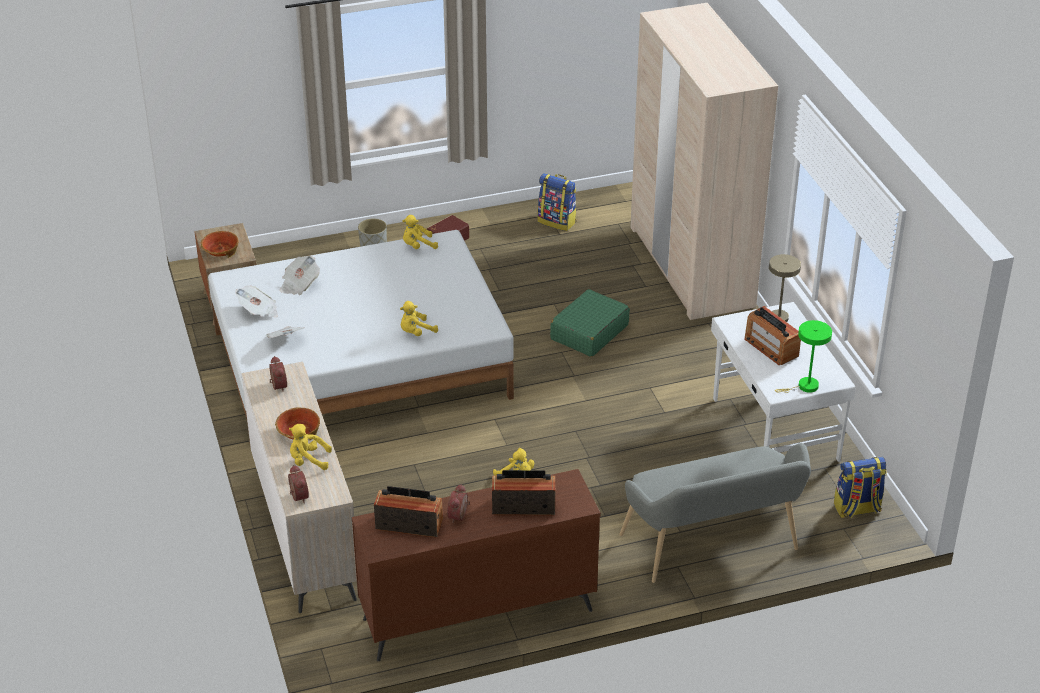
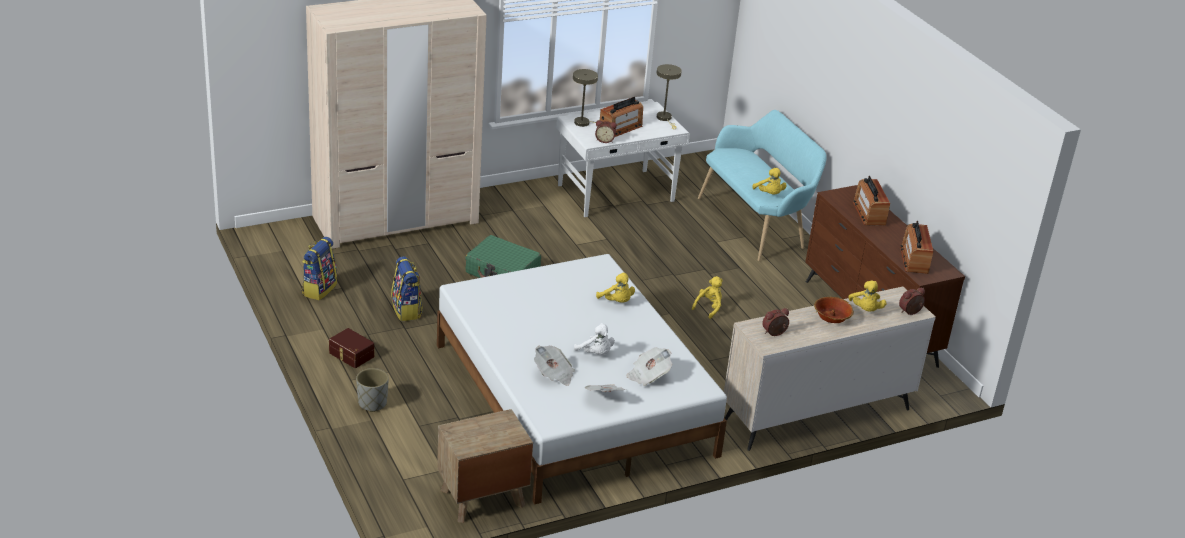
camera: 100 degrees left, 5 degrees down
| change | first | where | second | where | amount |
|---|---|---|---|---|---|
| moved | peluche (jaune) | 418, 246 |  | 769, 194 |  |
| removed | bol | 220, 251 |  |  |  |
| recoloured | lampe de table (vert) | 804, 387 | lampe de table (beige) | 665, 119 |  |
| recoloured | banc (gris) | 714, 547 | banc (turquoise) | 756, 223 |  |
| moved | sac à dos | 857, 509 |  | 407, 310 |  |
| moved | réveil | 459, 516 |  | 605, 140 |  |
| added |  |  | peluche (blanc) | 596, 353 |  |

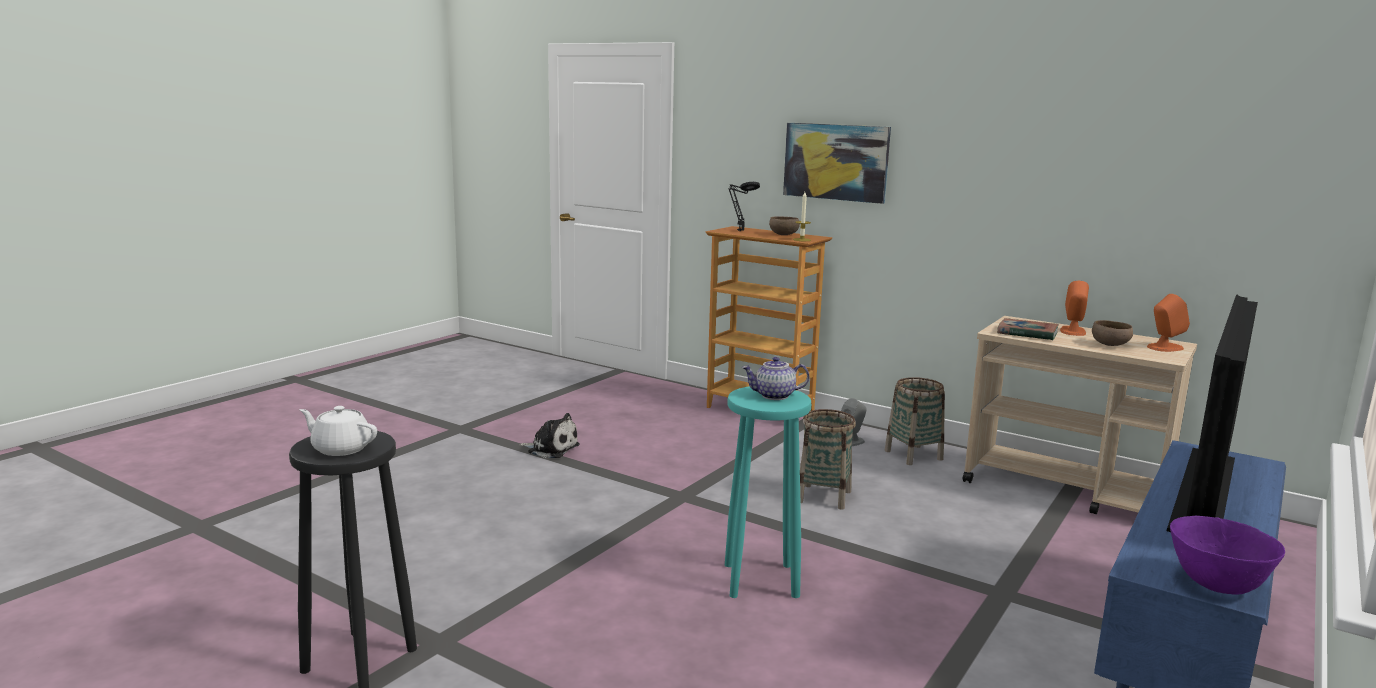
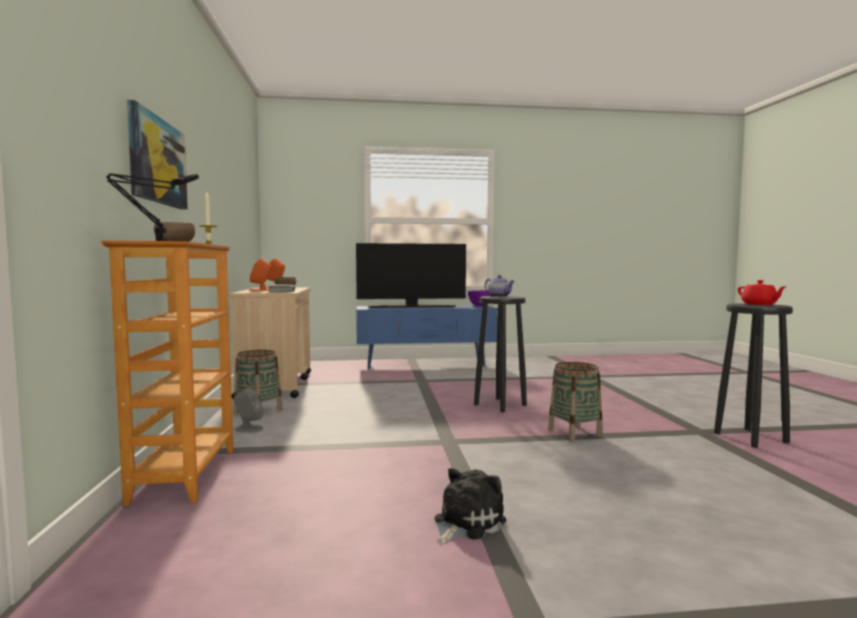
camera: 130 degrees left, 10 degrees down
| change | first | where | second | where | amount |
|---|---|---|---|---|---|
| recoloured | tabouret (turquoise) | 761, 581 | tabouret (noir) | 500, 405 |  |
| recoloured | théière (blanc) | 341, 448 | théière (rouge) | 759, 304 |  |
| moved | panier | 823, 496 |  | 574, 433 |  |
| turned | peluche | 551, 449 |  | 466, 523 | 60 degrees clockwise |

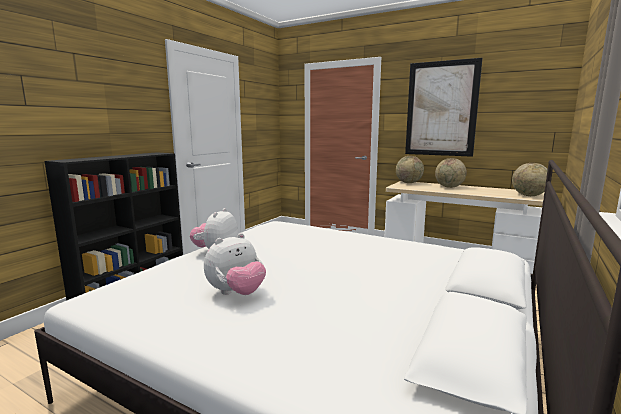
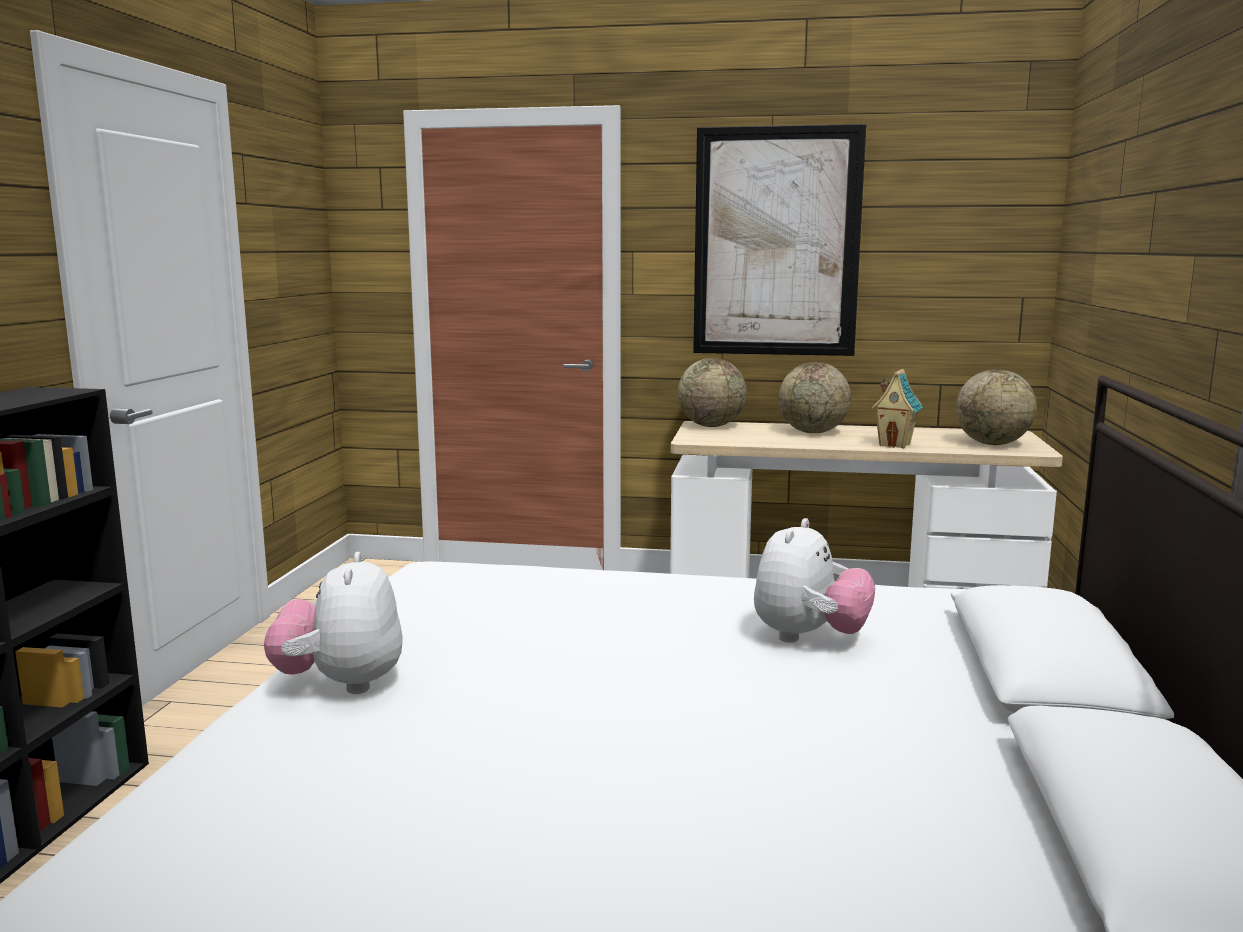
camera: 20 degrees left, 0 degrees up
| change | first | where | second | where | amount |
|---|---|---|---|---|---|
| moved | peluche | 236, 293 |  | 808, 637 |  |
| added |  |  | maison miniature | 895, 445 |  |

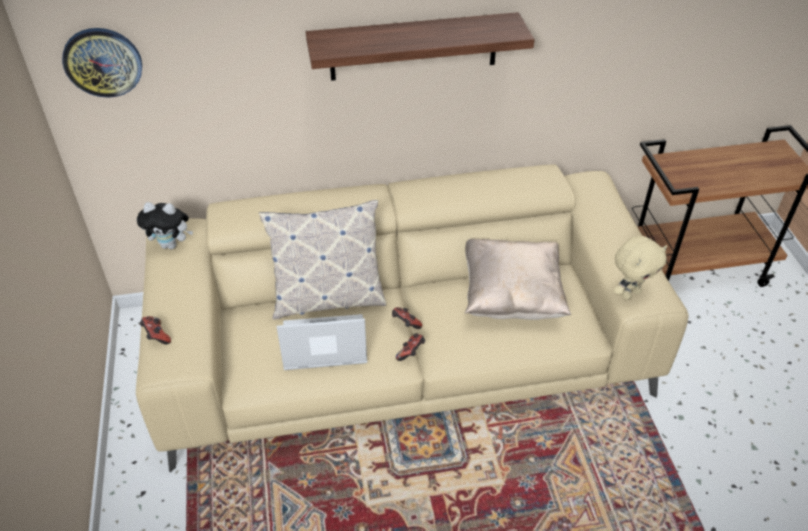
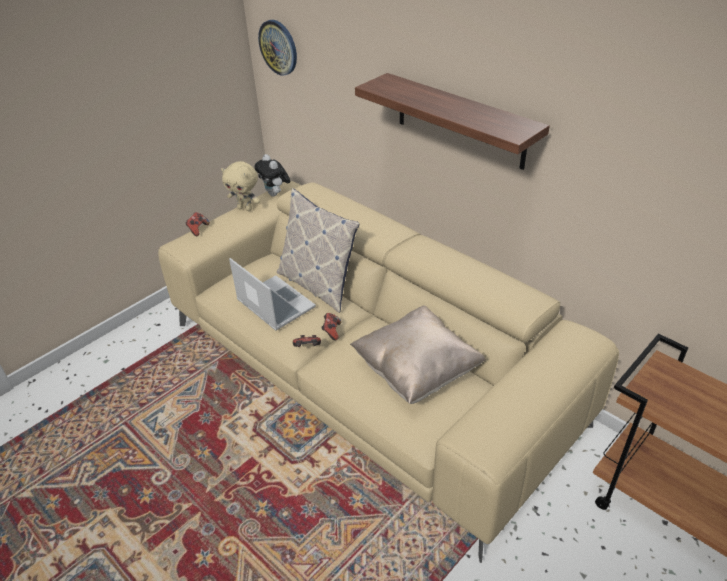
camera: 55 degrees right, 5 degrees down
| change | first | where | second | where | amount |
|---|---|---|---|---|---|
| moved | peluche (beige) | 630, 293 |  | 245, 208 |  |

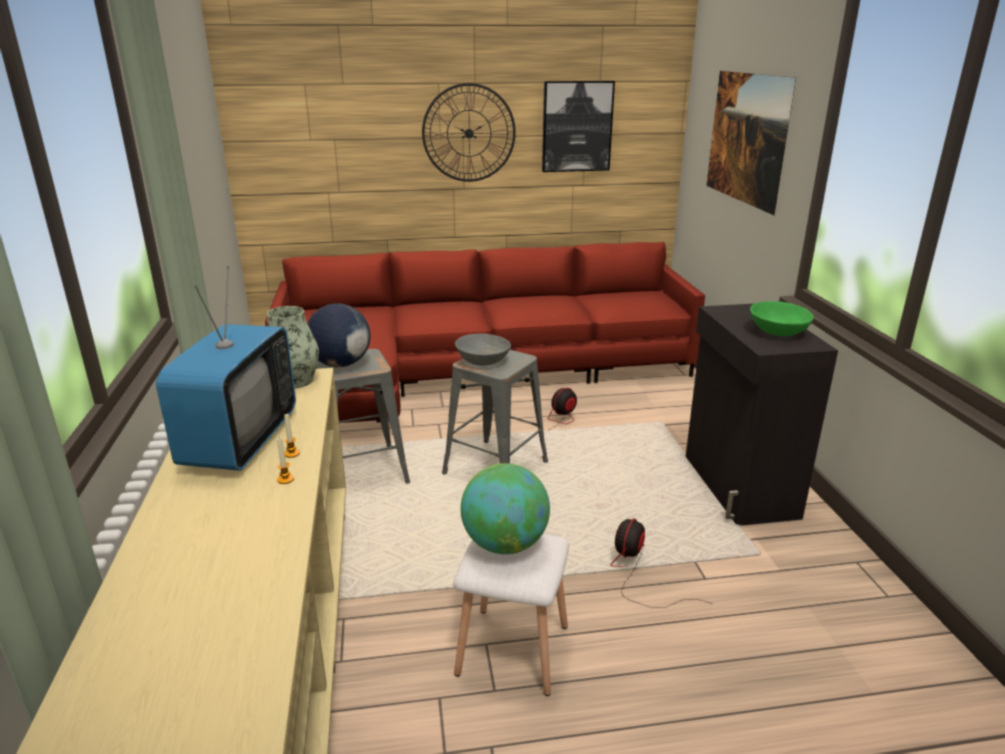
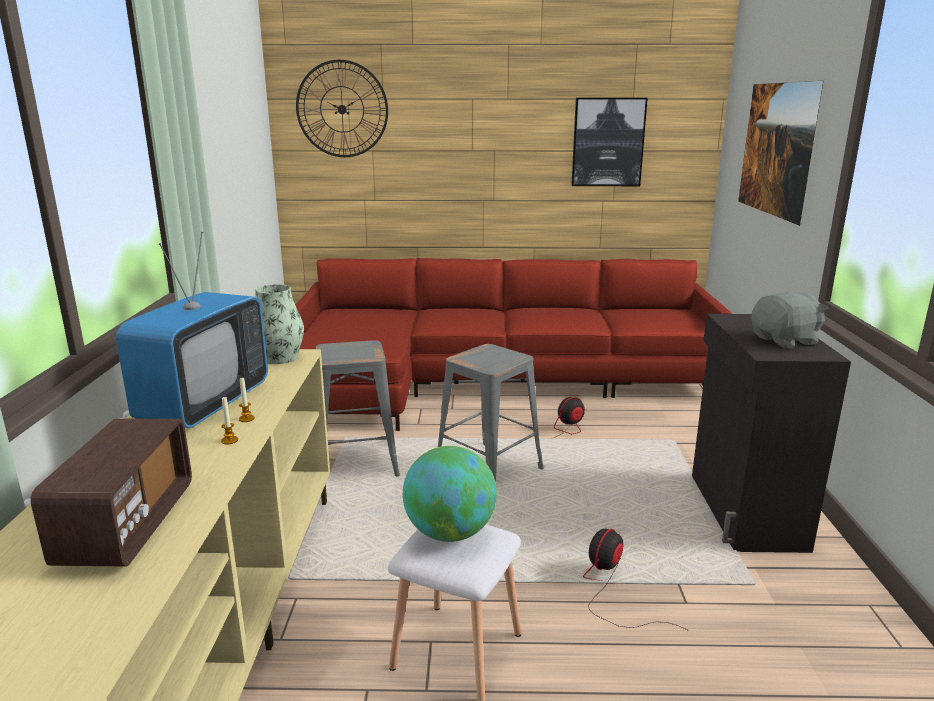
camera: 10 degrees right, 5 degrees down
| change | first | where | second | where | amount |
|---|---|---|---|---|---|
| moved | horloge murale | 469, 133 |  | 342, 109 |  |
| replaced | bol (vert) | 777, 332 | peluche (gris) | 785, 340 |  |
| removed | globe | 340, 364 |  |  |  |
| removed | bol (gris) | 482, 361 |  |  |  |
| added |  |  | radio | 128, 526 |  |

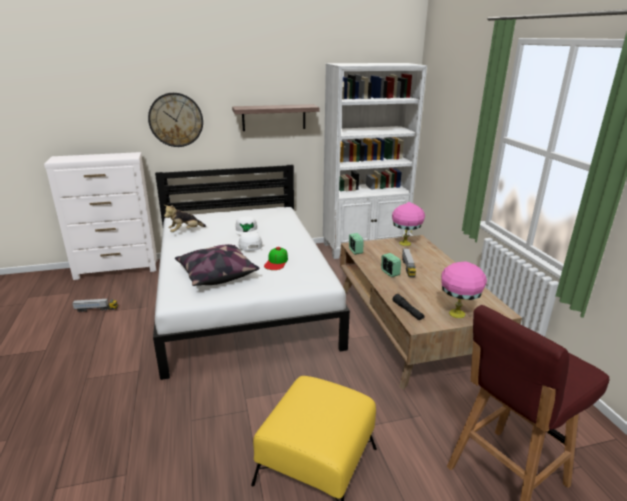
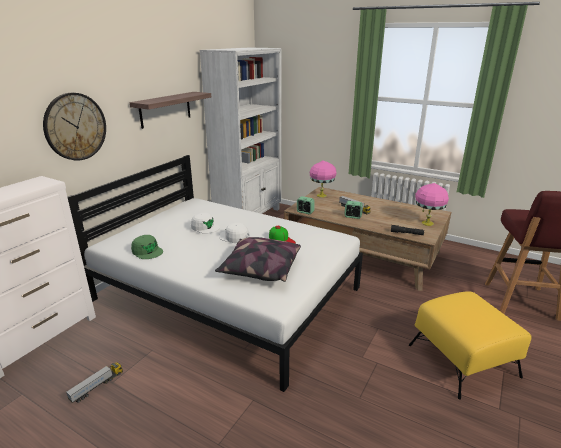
camera: 45 degrees left, 0 degrees up
| change | first | where | second | where | amount |
|---|---|---|---|---|---|
| replaced | peluche | 185, 231 | casquette (vert) | 147, 251 |  |

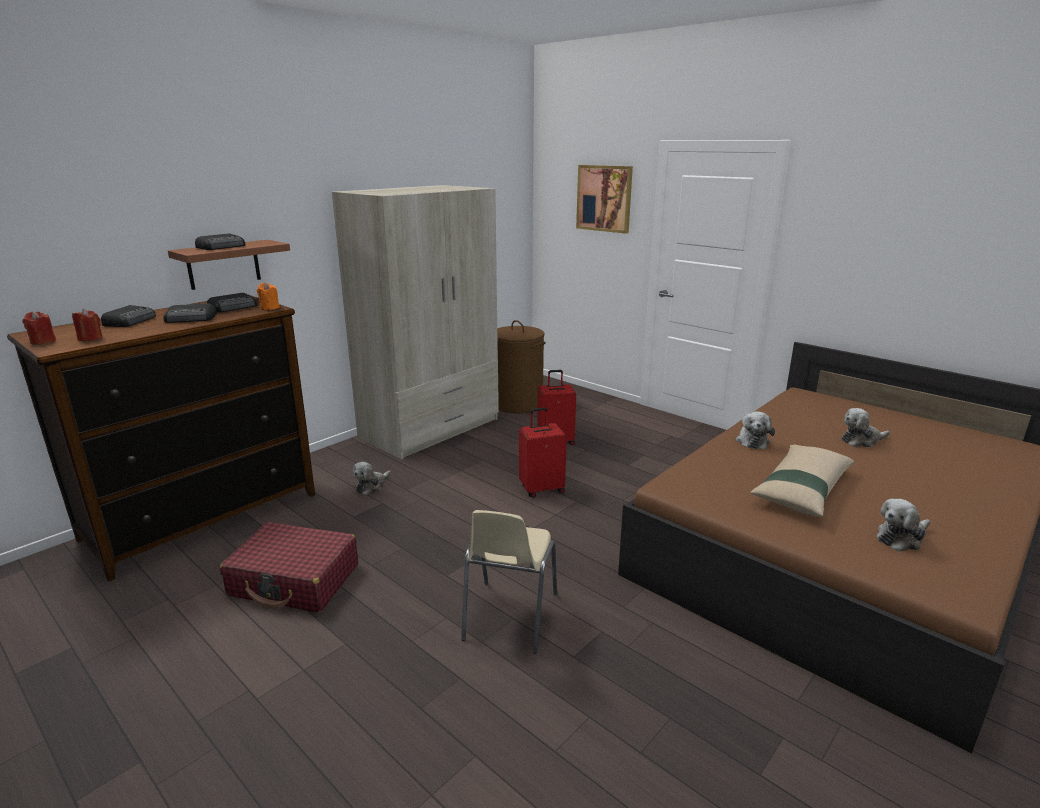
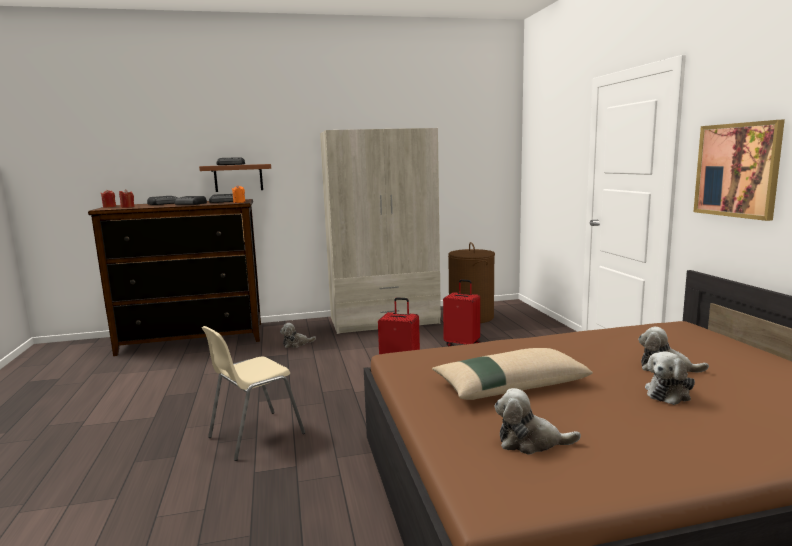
camera: 35 degrees right, 10 degrees down
| change | first | where | second | where | amount |
|---|---|---|---|---|---|
| moved | tableau | 604, 198 |  | 737, 170 |  |
| moved | peluche | 752, 440 |  | 669, 393 |  |
| removed | valise (rouge) | 295, 580 |  |  |  |

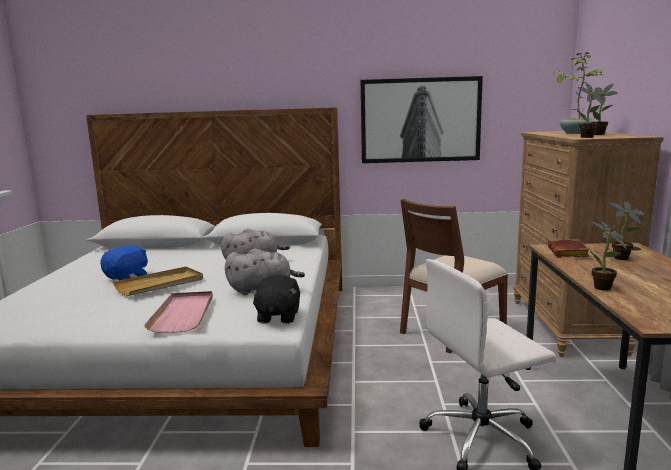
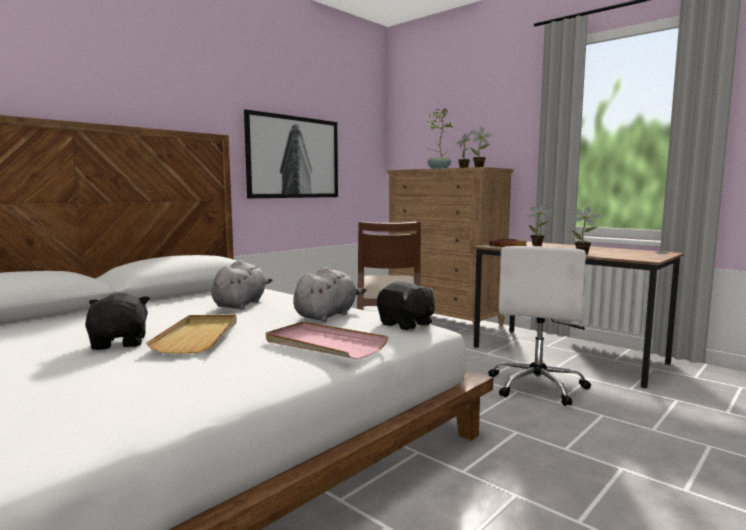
camera: 50 degrees left, 5 degrees down
| change | first | where | second | where | amount |
|---|---|---|---|---|---|
| recoloured | peluche (bleu) | 127, 277 | peluche (noir) | 120, 343 |  |

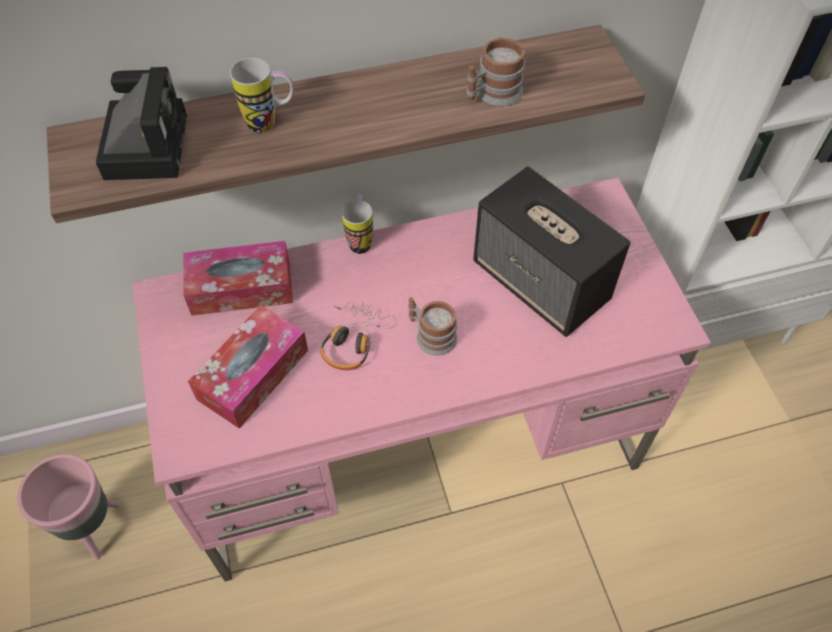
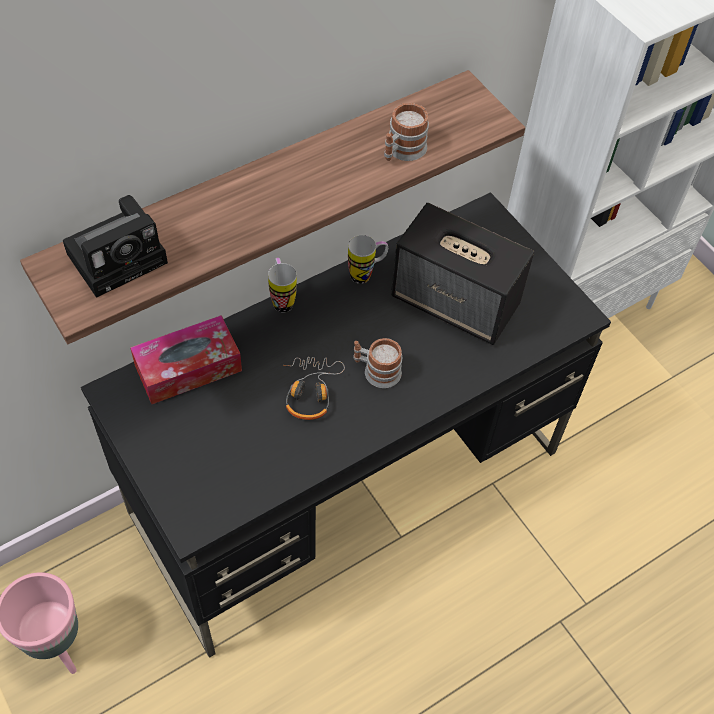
camera: 20 degrees left, 0 degrees up
| change | first | where | second | where | amount |
|---|---|---|---|---|---|
| moved | mug | 270, 123 |  | 366, 274 |  |
| turned | appareil photo | 146, 143 |  | 120, 256 | 75 degrees clockwise |
| recoloured | bureau (rose) | 417, 442 | bureau (noir) | 348, 481 |  |
| removed | boîte à mouchoirs | 253, 374 |  |  |  |

